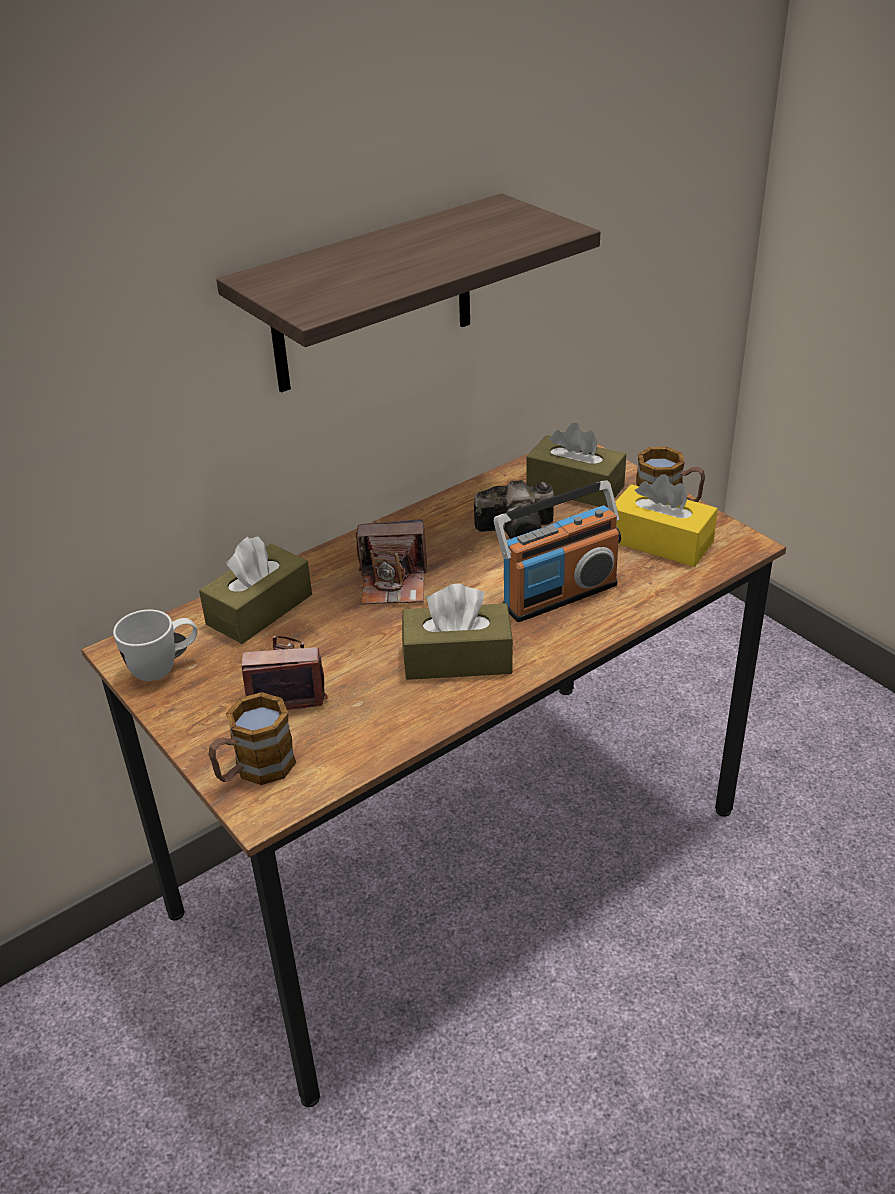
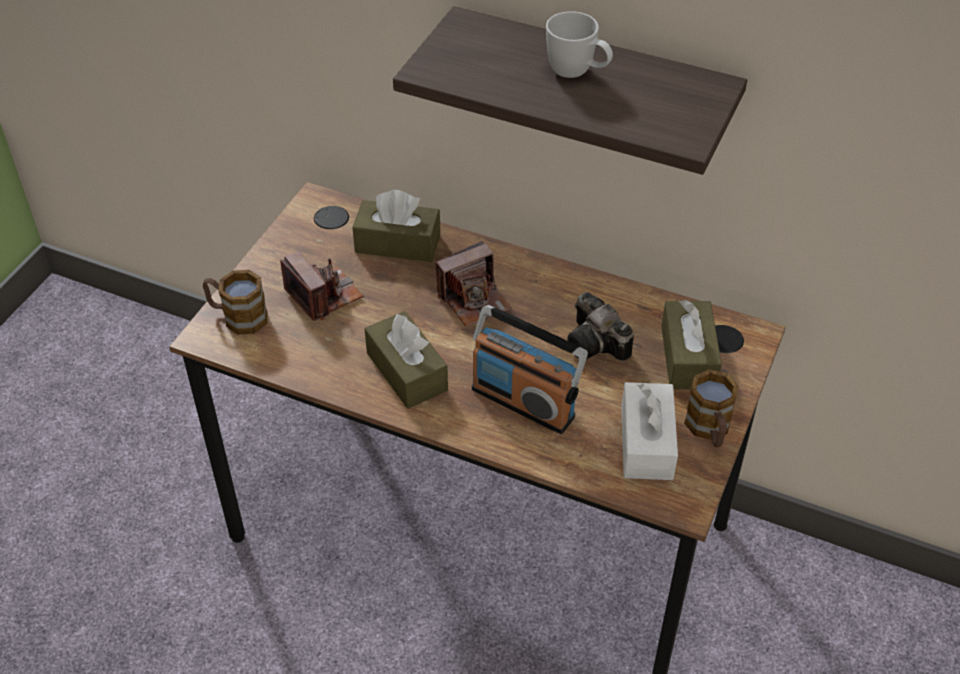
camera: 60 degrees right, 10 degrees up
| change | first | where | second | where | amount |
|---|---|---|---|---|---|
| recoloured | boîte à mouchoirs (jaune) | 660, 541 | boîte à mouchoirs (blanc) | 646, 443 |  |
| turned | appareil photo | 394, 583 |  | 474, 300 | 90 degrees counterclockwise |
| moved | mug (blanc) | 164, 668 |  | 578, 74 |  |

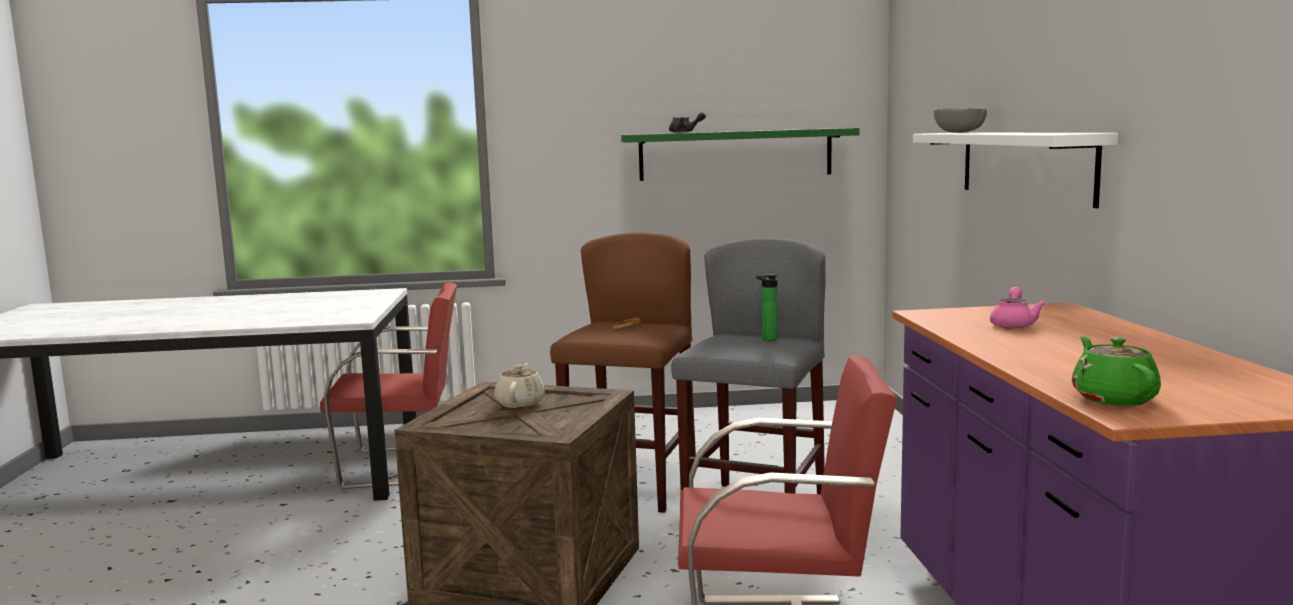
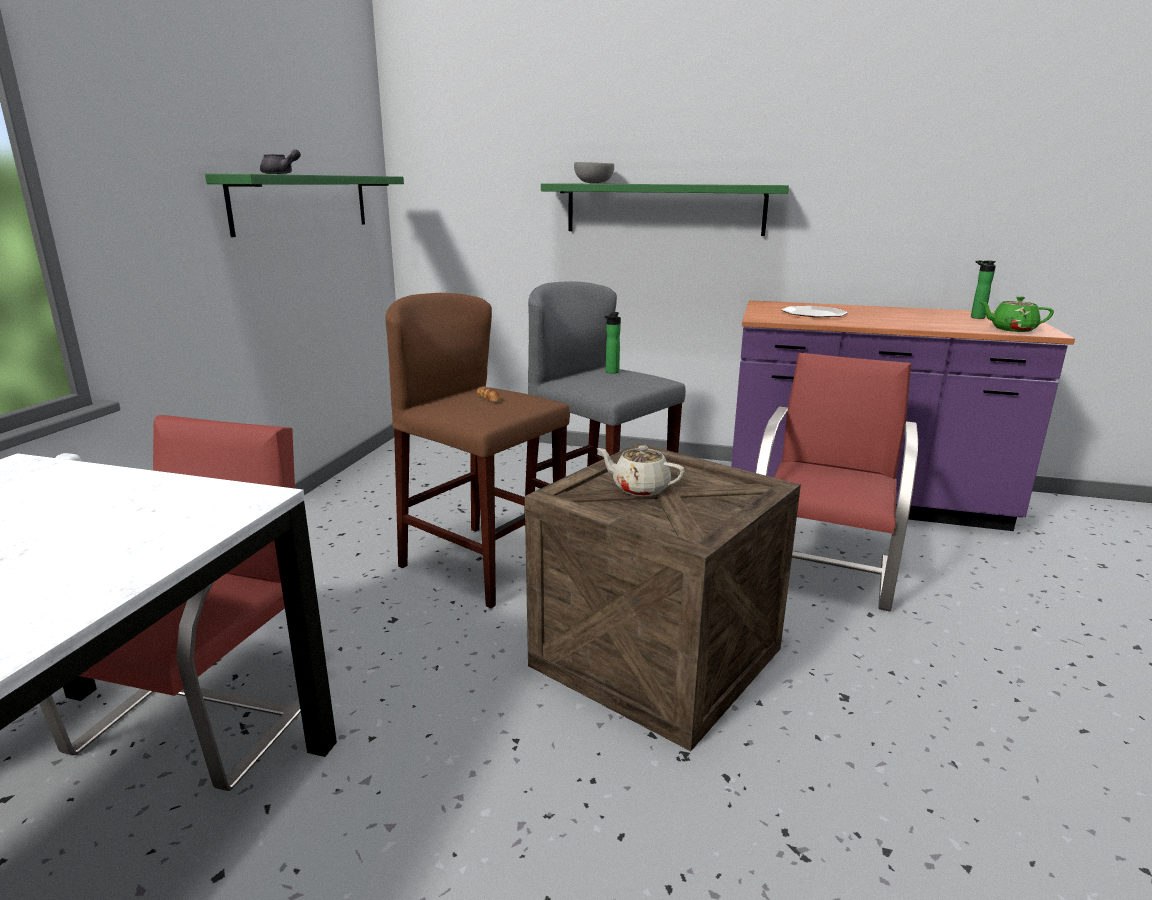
camera: 70 degrees left, 10 degrees up
| change | first | where | second | where | amount |
|---|---|---|---|---|---|
| recoloured | étagère (blanc) | 1024, 165 | étagère (vert) | 664, 209 |  |
| replaced | théière (rose) | 1013, 324 | assiette | 813, 314 |  |
| added |  |  | bouteille | 975, 317 |  |

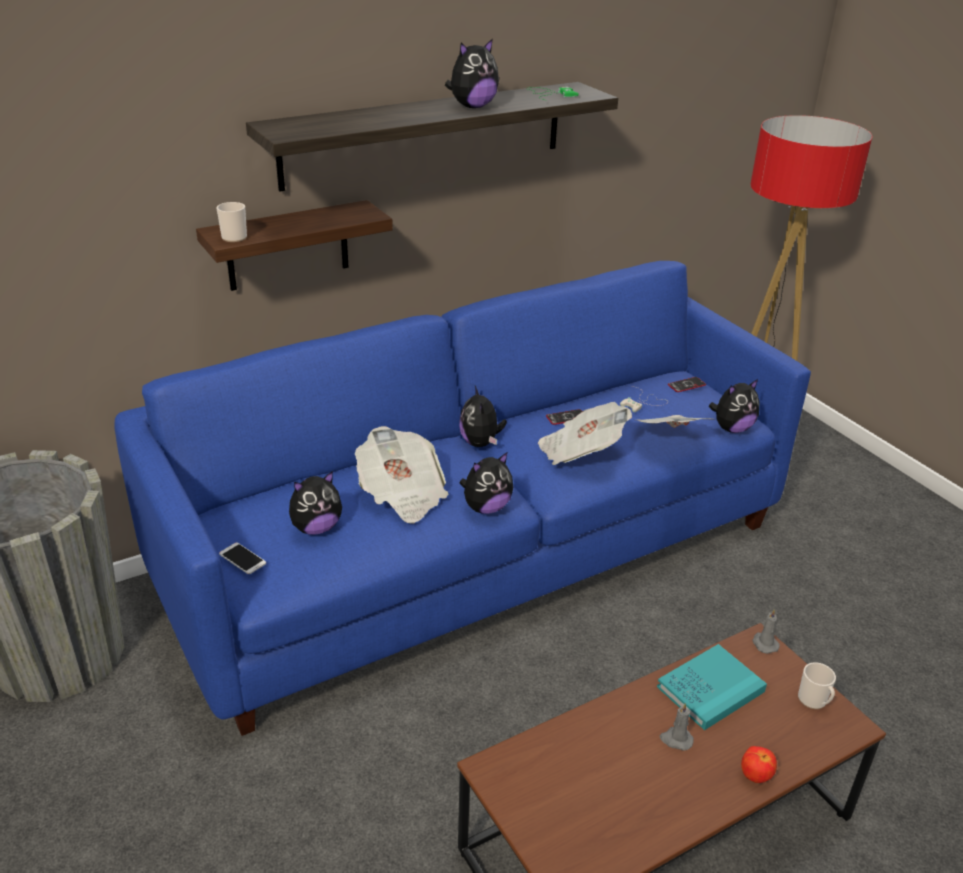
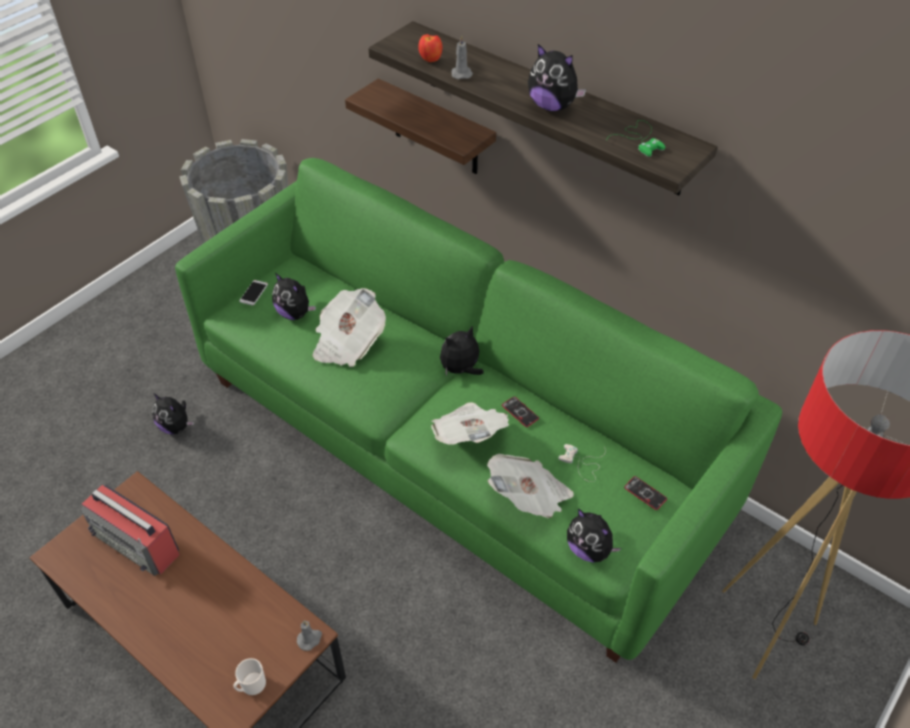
camera: 70 degrees right, 15 degrees up
| change | first | where | second | where | amount |
|---|---|---|---|---|---|
| removed | mug | 234, 236 |  |  |  |
| recoloured | canapé (bleu) | 477, 552 | canapé (vert) | 456, 445 |  |
| moved | peluche | 486, 507 |  | 176, 426 |  |
| removed | livre (turquoise) | 710, 689 |  |  |  |
| moved | bougie (gris) | 676, 739 |  | 461, 73 |  |
| moved | pomme | 755, 776 |  | 431, 60 |  |
| added |  |  | radio | 138, 544 |  |

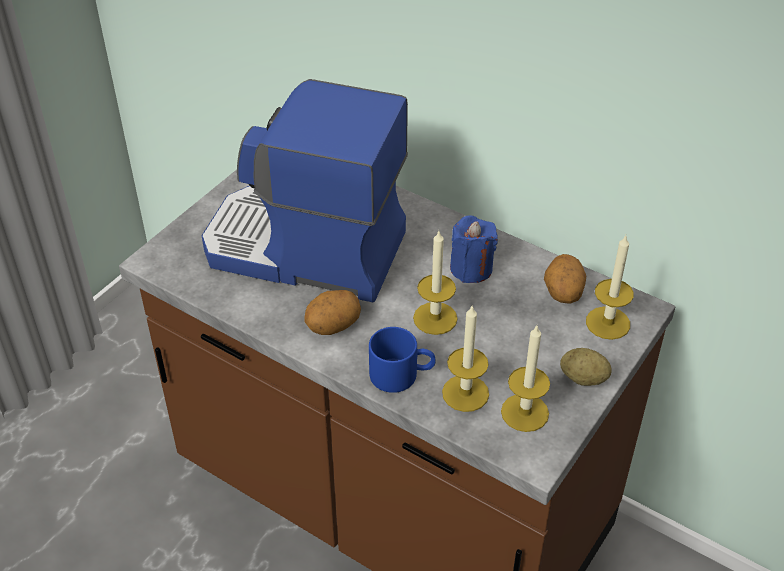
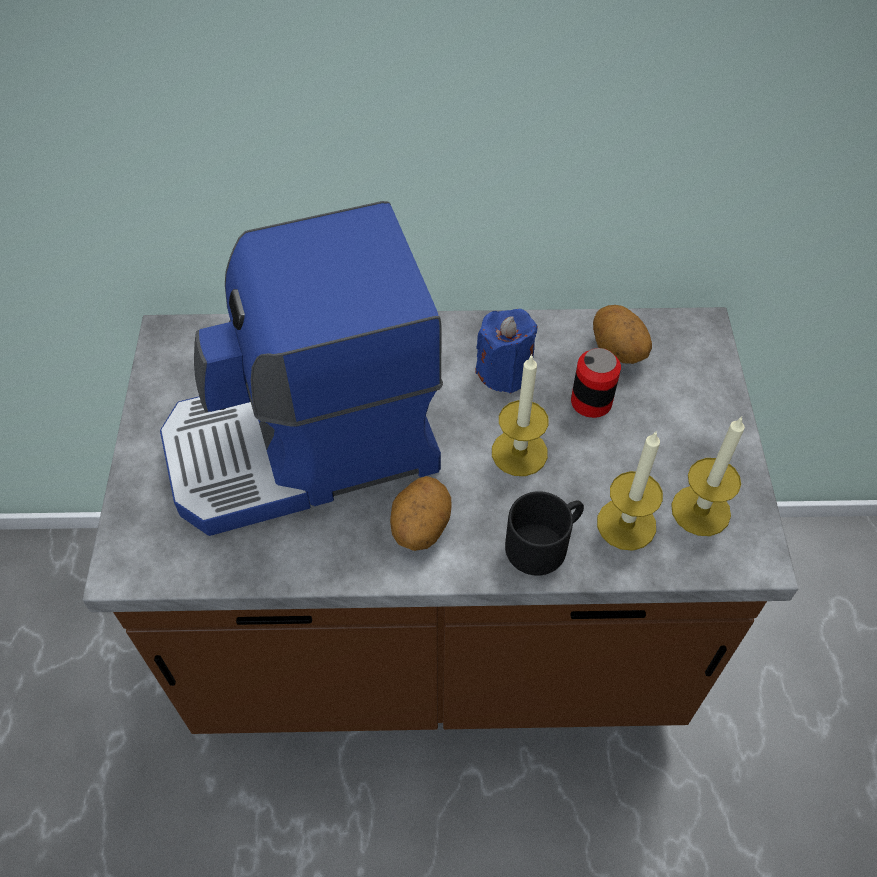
camera: 35 degrees left, 10 degrees up
| change | first | where | second | where | amount |
|---|---|---|---|---|---|
| removed | bougie | 608, 323 |  |  |  |
| recoloured | mug (bleu) | 401, 374 | mug (noir) | 544, 542 |  |
| removed | pomme de terre | 583, 378 |  |  |  |
| added |  |  | boîte métallique | 591, 402 |  |

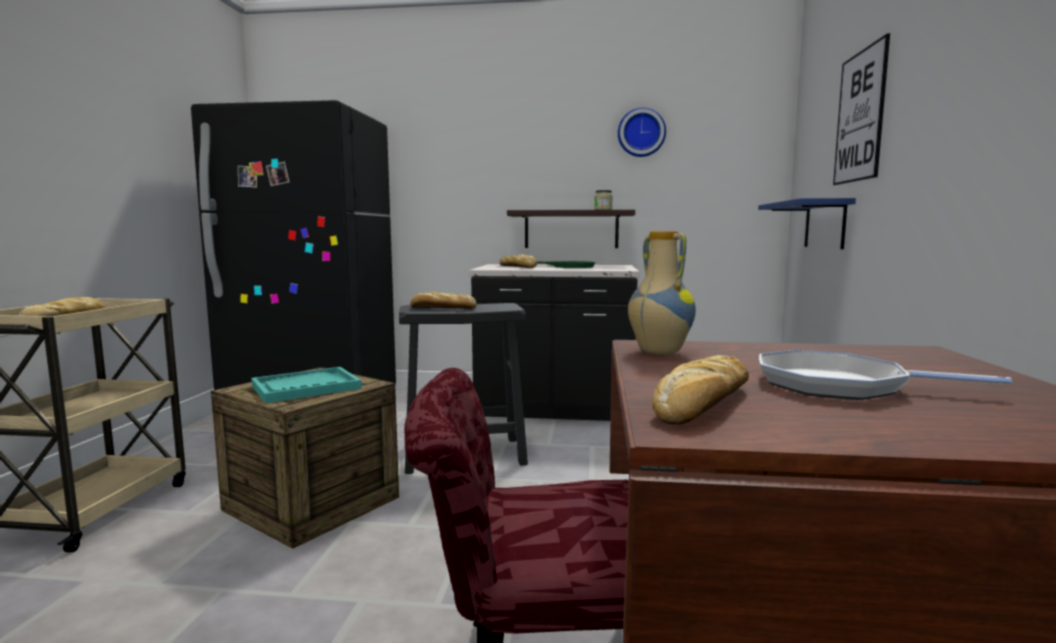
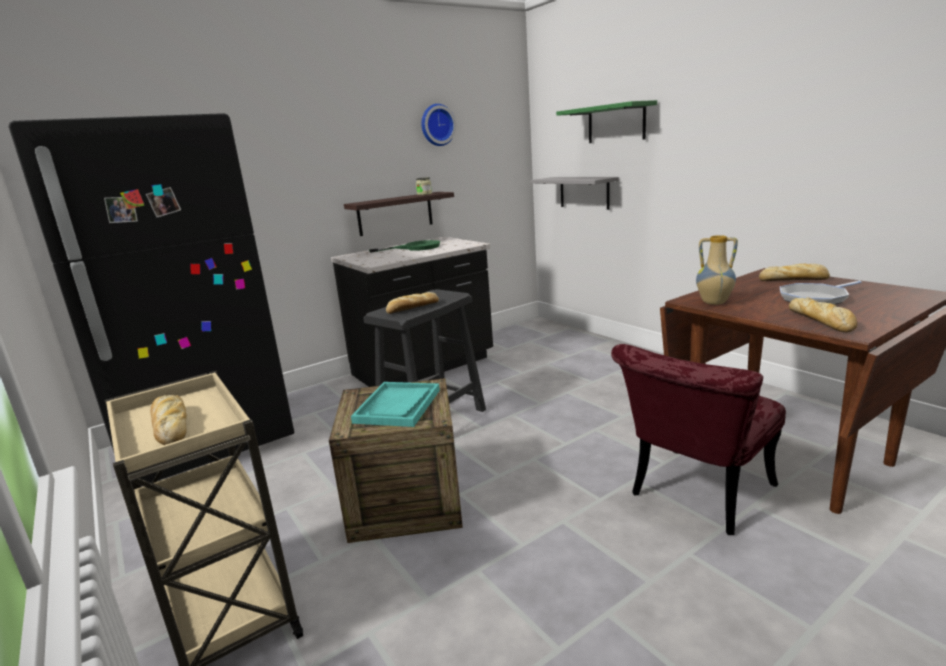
camera: 40 degrees left, 10 degrees up
| change | first | where | second | where | amount |
|---|---|---|---|---|---|
| replaced | tableau | 860, 116 | étagère (vert) | 616, 123 |  |
| recoloured | étagère (bleu) | 825, 225 | étagère (gris) | 584, 192 |  |
| moved | pain | 518, 266 |  | 794, 279 |  |

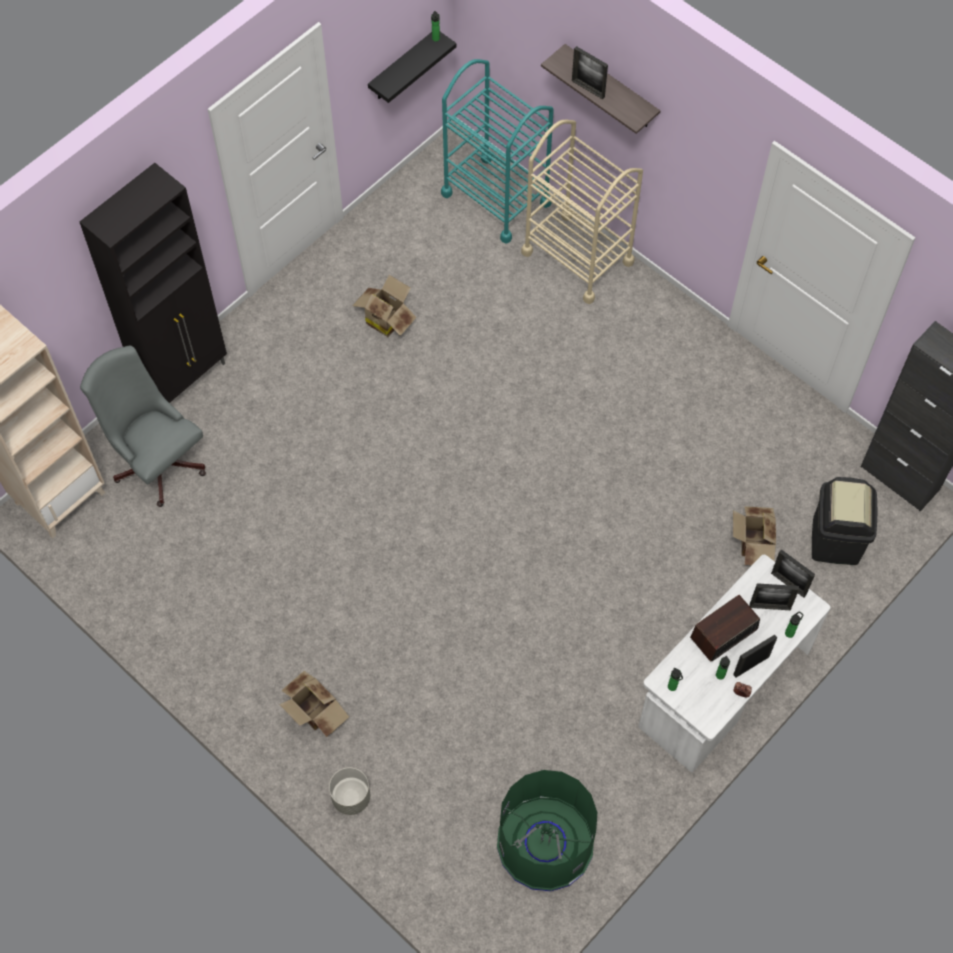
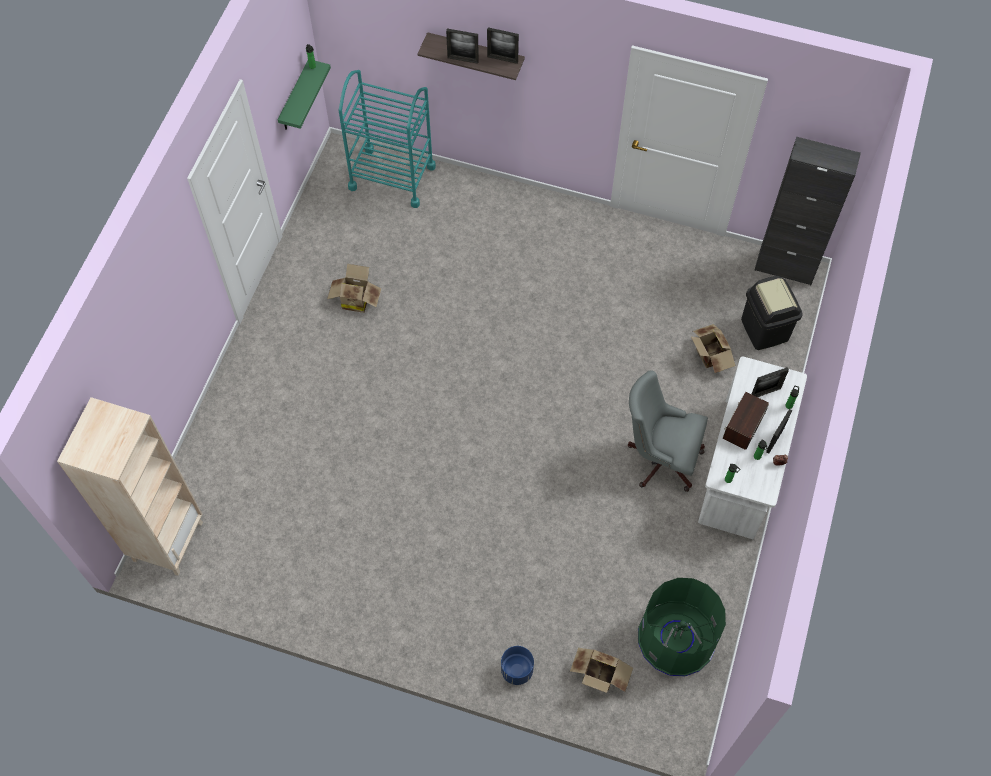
camera: 25 degrees left, 0 degrees up
| change | first | where | second | where | amount |
|---|---|---|---|---|---|
| recoloured | étagère (noir) | 402, 67 | étagère (vert) | 294, 98 |  |
| removed | chariot (beige) | 577, 257 |  |  |  |
| removed | meuble de rangement (noir) | 186, 378 |  |  |  |
| moved | chaise de bureau (gris) | 156, 460 |  | 659, 457 |  |
| moved | cadre photo | 788, 584 |  | 502, 59 |  |
| moved | carton | 314, 713 |  | 599, 677 |  |
| recoloured | cache-pot (gris) | 351, 798 | cache-pot (bleu) | 517, 670 |  |

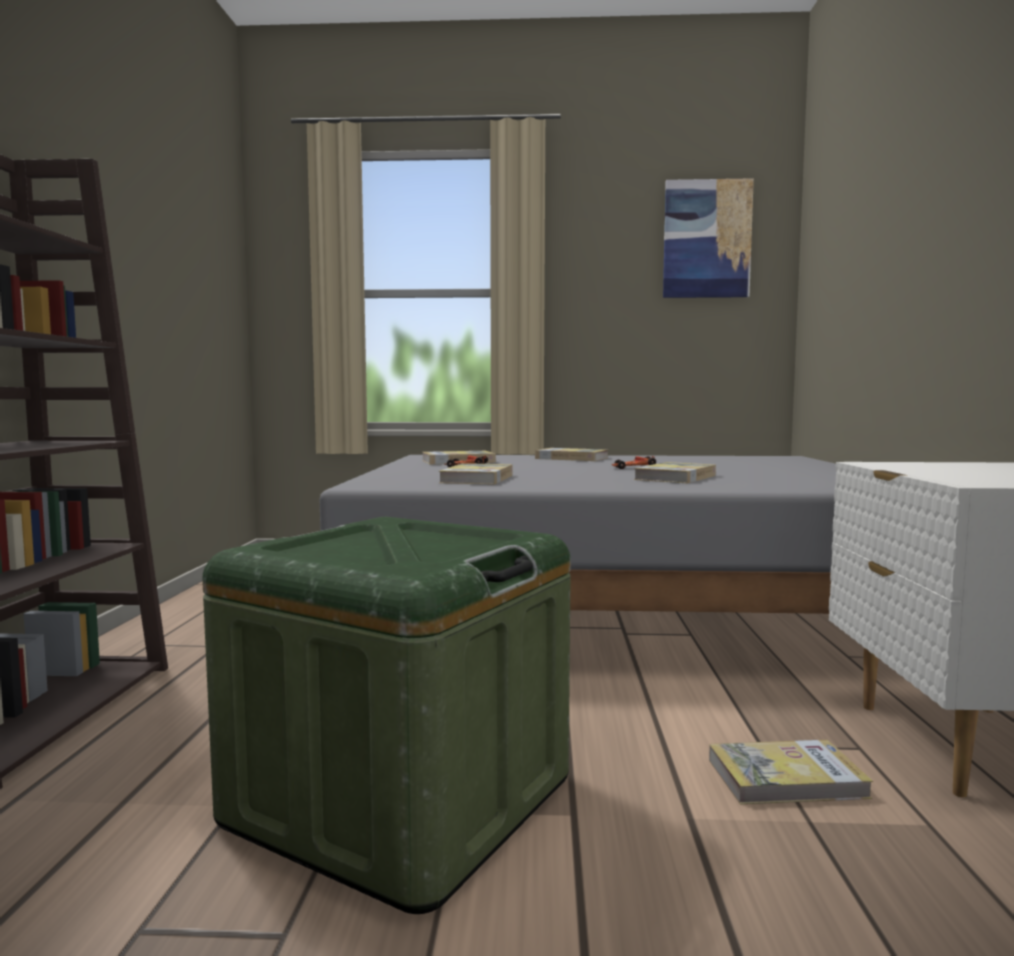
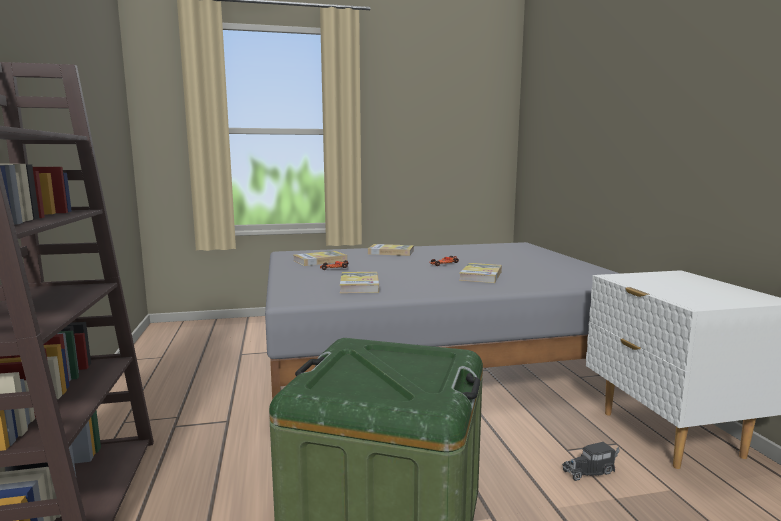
camera: 15 degrees left, 5 degrees up
| change | first | where | second | where | amount |
|---|---|---|---|---|---|
| removed | tableau | 707, 239 |  |  |  |
| replaced | livre | 786, 778 | camion jouet | 590, 471 |  |

